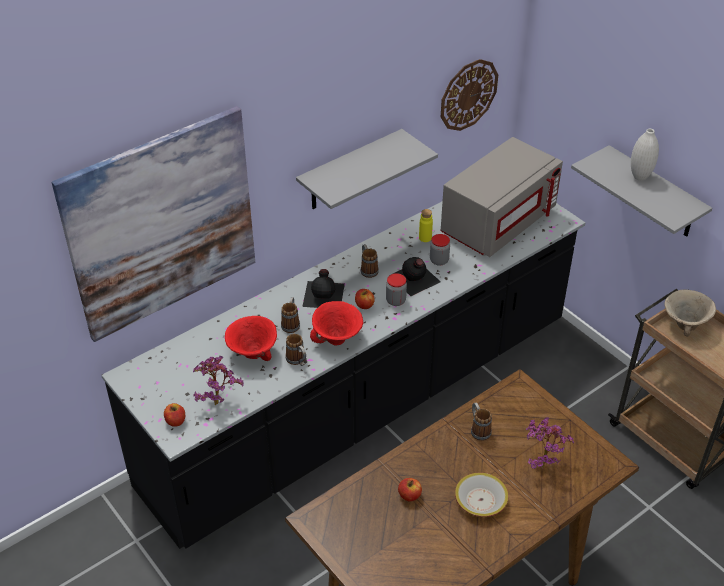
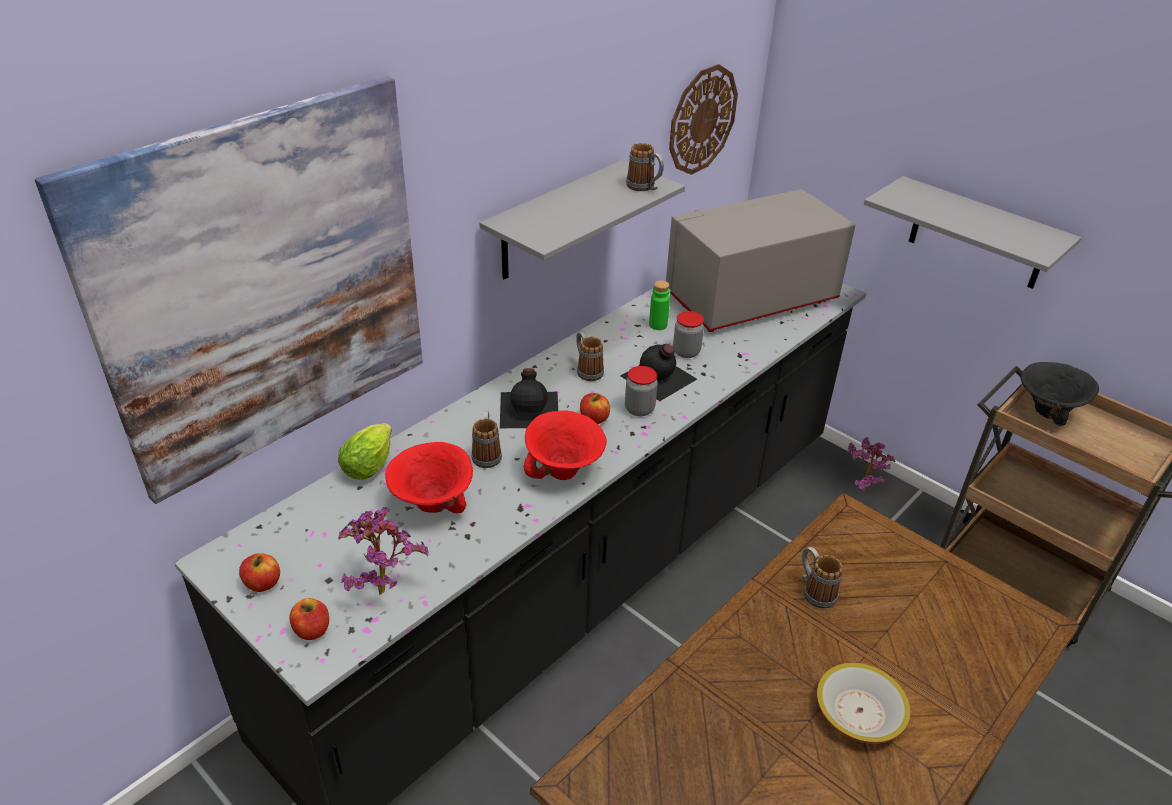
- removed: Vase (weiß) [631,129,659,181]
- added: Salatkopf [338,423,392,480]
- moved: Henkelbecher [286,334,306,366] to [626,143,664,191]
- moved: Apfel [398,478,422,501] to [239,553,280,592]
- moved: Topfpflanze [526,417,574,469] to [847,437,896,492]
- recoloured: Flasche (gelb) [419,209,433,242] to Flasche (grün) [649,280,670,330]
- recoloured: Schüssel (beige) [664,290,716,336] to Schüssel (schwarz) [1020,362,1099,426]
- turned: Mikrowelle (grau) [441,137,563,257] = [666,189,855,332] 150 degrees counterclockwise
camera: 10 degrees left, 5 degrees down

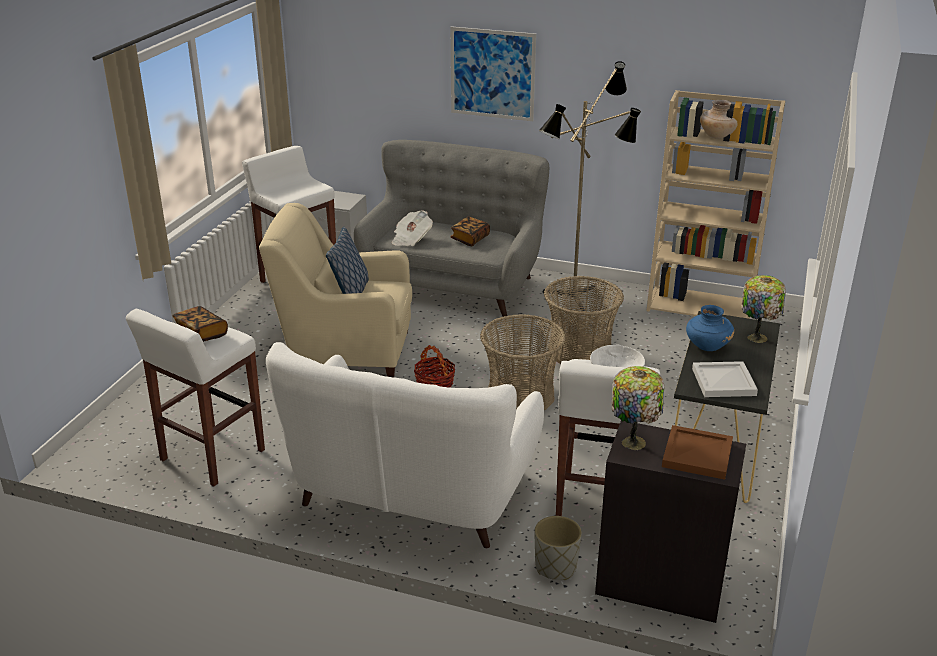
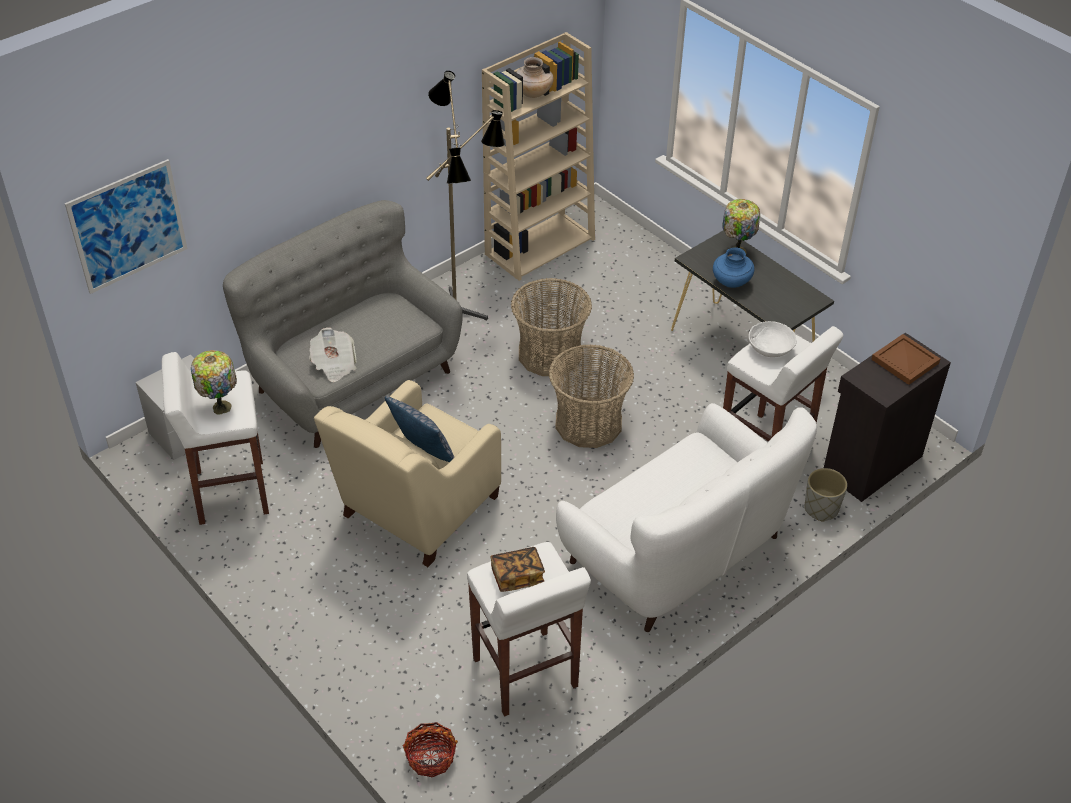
- removed: Buch [450,217,490,246]
- removed: Tablett (weiß) [692,361,758,397]
- moved: Korb [414,345,455,388] to [403,722,458,777]
- moved: Bild [451,26,536,121] to [65,159,187,294]
- moved: Tischlampe [612,366,664,450] to [191,350,237,414]
camera: 60 degrees left, 15 degrees up

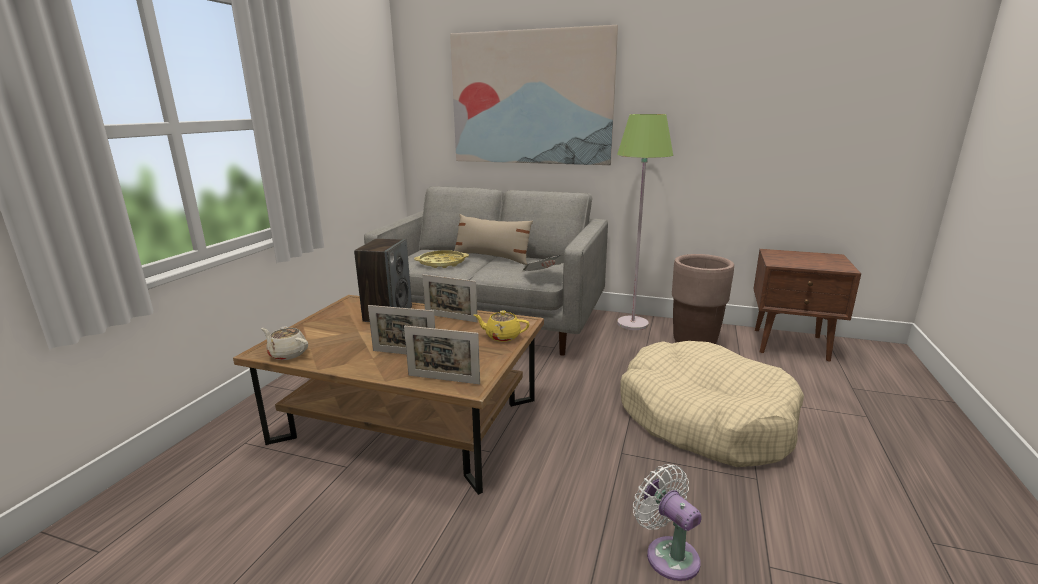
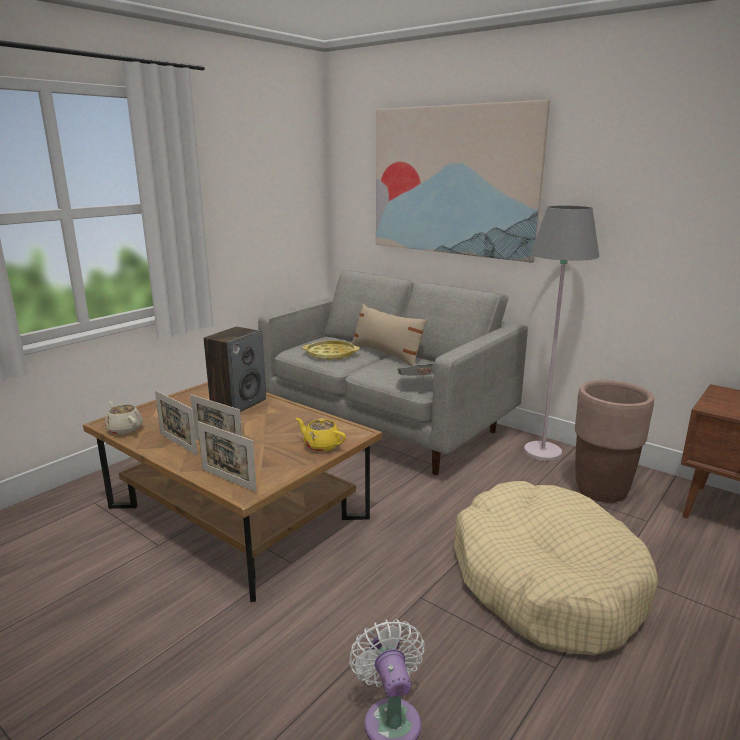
- moved: Bilderrahmen [422,274,478,322] to [155,390,198,455]
- recoloured: Stehlampe (grün) [617,114,673,330] to Stehlampe (grau) [524,206,599,461]
camera: 20 degrees right, 0 degrees up

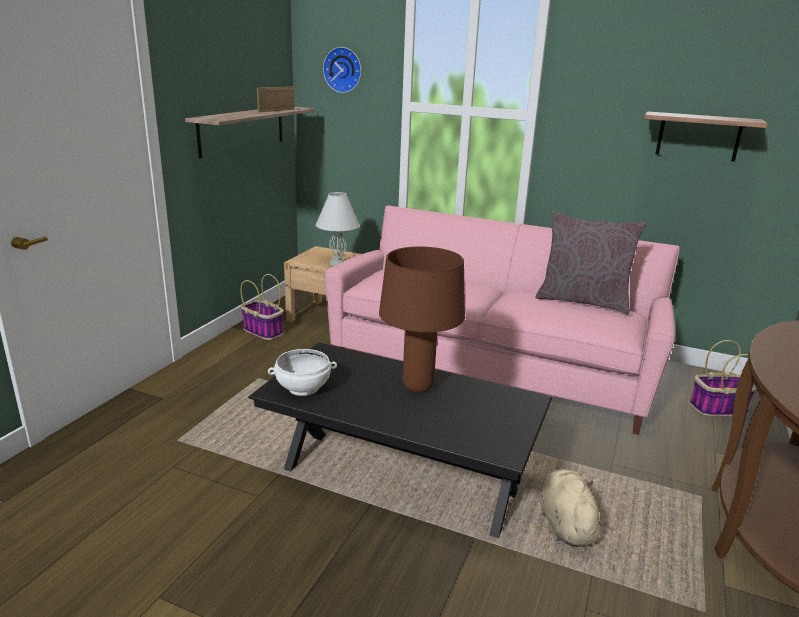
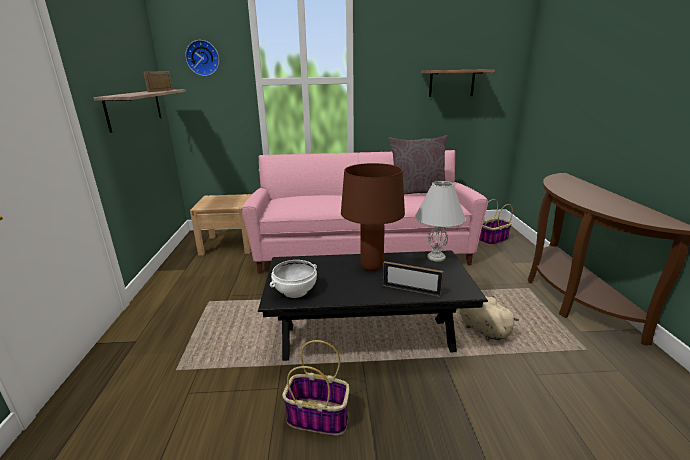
- added: Bilderrahmen [383,261,444,297]
- moved: Korb [241,274,284,340] to [282,340,349,435]
- moved: Tischlampe (weiß) [315,192,360,266] to [415,181,466,262]
camera: 25 degrees left, 0 degrees up

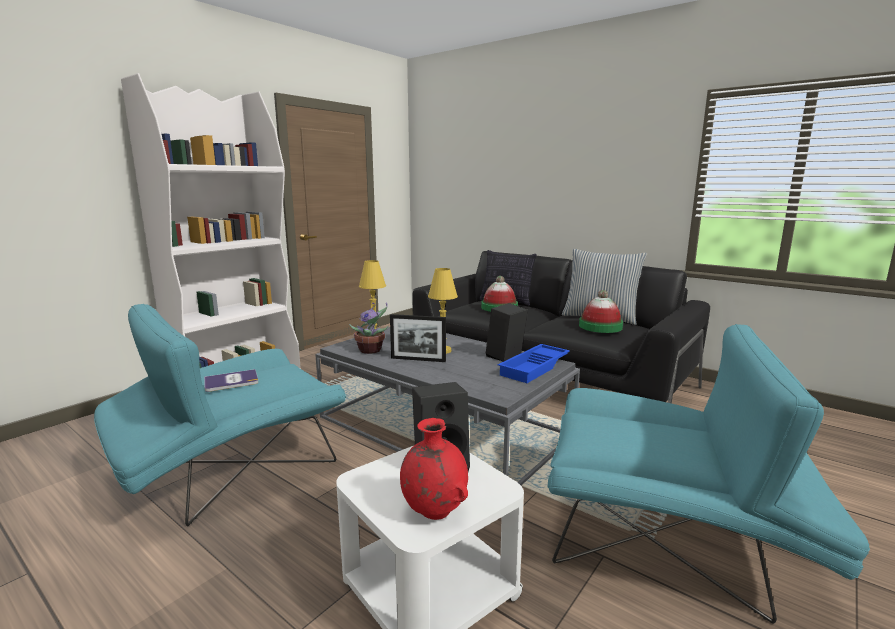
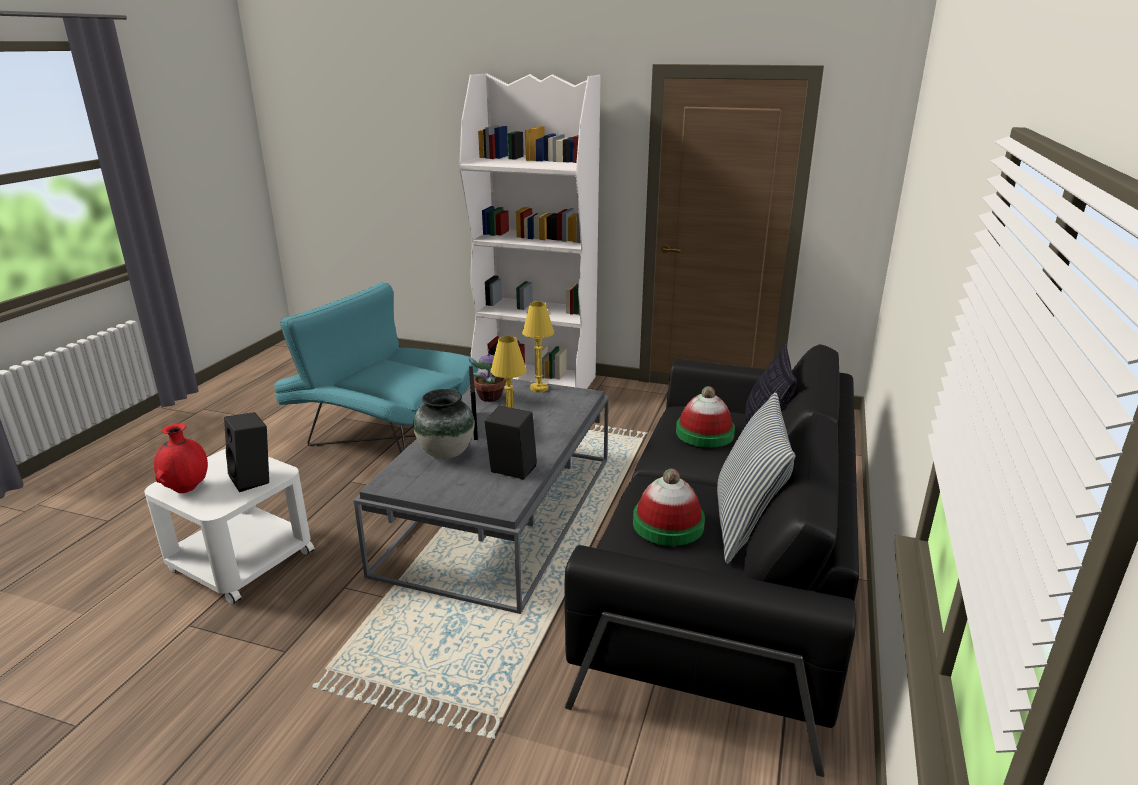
- removed: Buch [204,369,258,392]
- removed: Tablett (blau) [497,344,570,383]
- removed: Sessel (türkis) [547,324,870,624]
- added: Vase [413,389,475,459]
camera: 70 degrees right, 10 degrees up

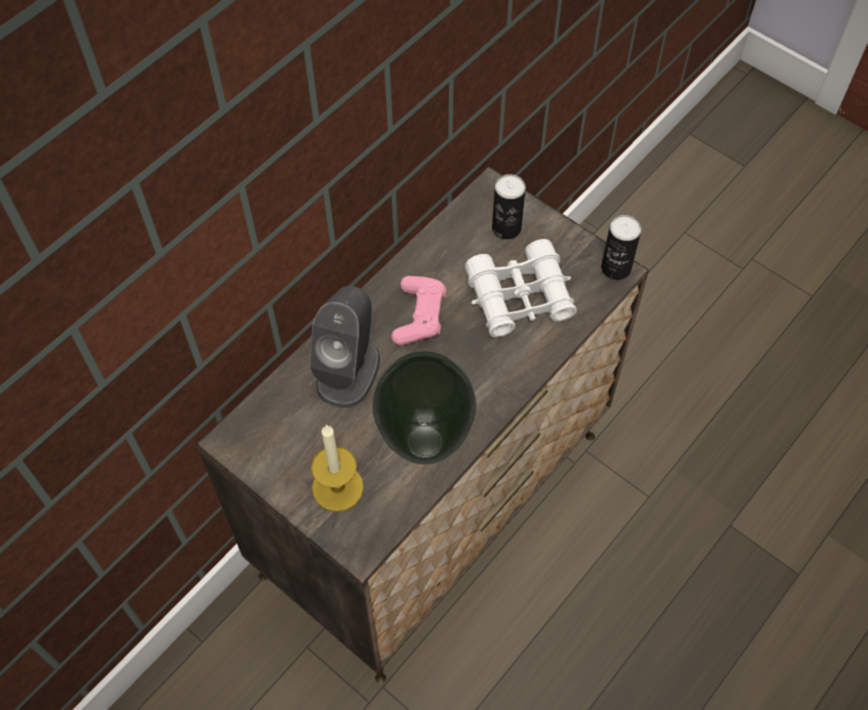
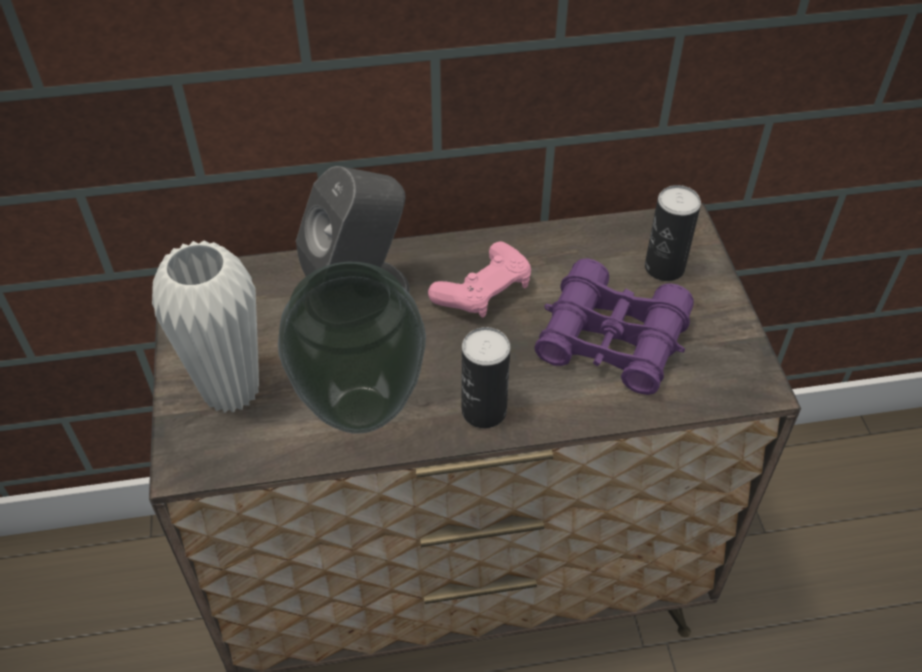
- moved: Dose [601,215,641,280] to [462,327,511,428]
- replaced: Kerze [311,424,364,512] to Vase (weiß) [152,240,259,413]
- recoloured: Fernglas (weiß) [465,239,577,337] to Fernglas (lila) [534,258,694,395]
camera: 40 degrees right, 10 degrees down

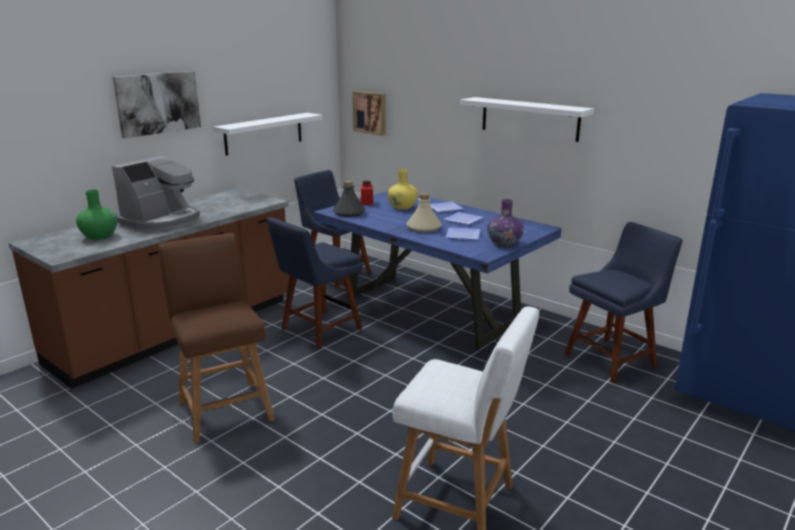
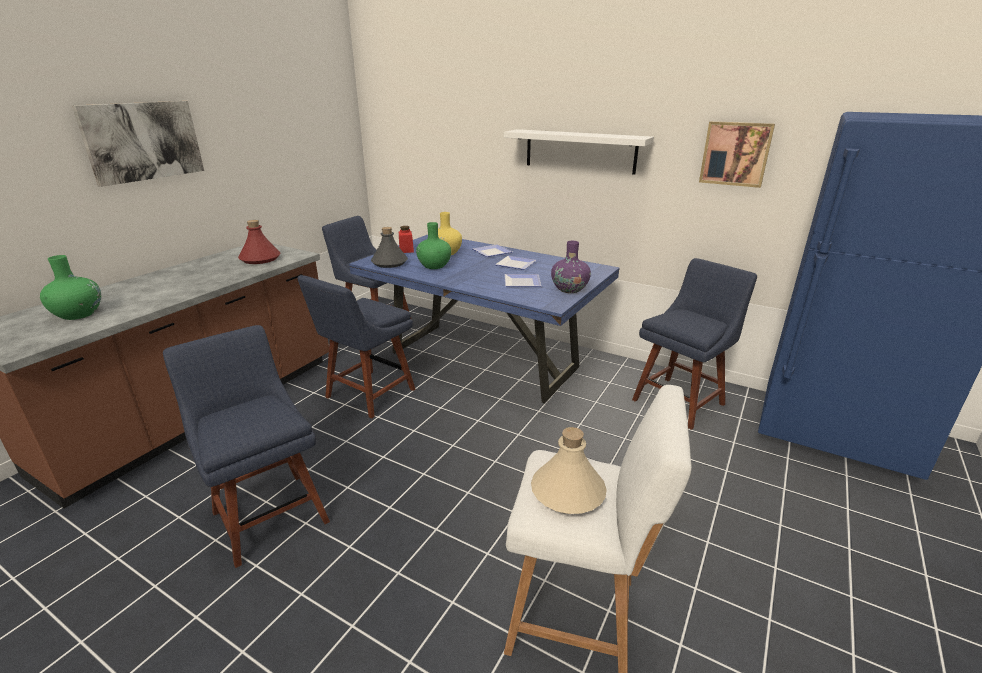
- removed: Kaffeemaschine [112,156,200,231]
- removed: Wandregal (weiß) [213,113,323,156]
- added: Flasche (rot) [238,220,280,264]
- added: Vase (grün) [416,222,451,269]
- moved: Bild [352,91,385,136] to [699,121,775,188]
- moved: Flasche (beige) [406,193,442,232] to [531,427,607,514]
- replaced: Hocker (braun) [158,233,275,443] to Stuhl (blau) [163,325,330,568]
camera: 10 degrees left, 5 degrees up

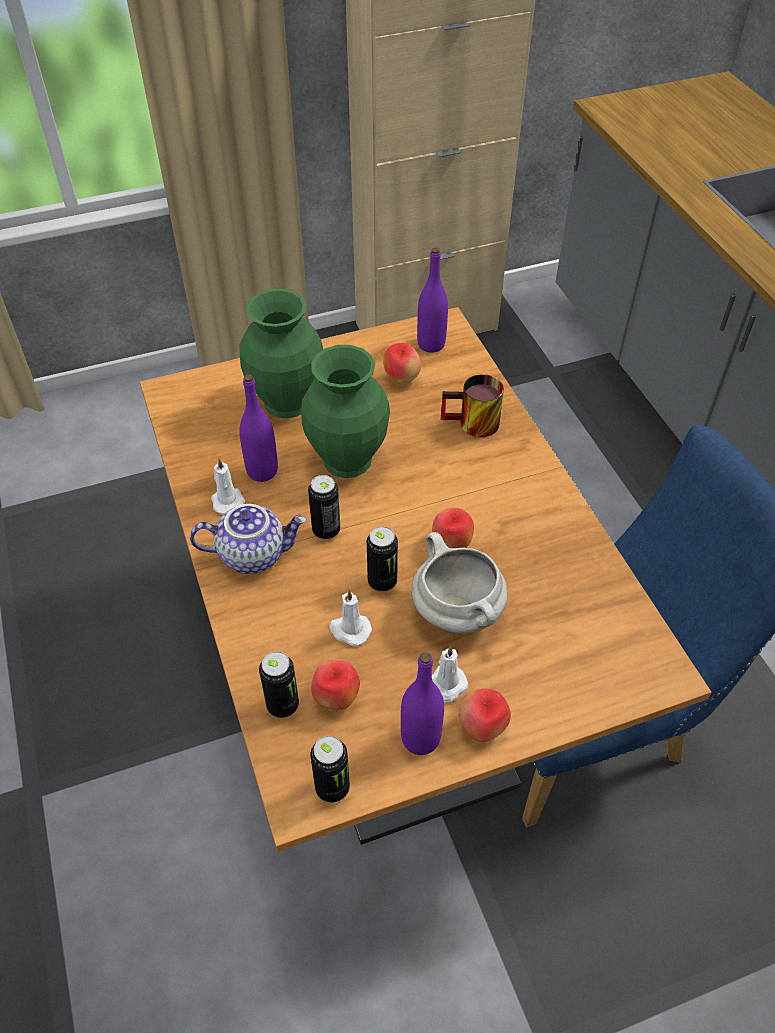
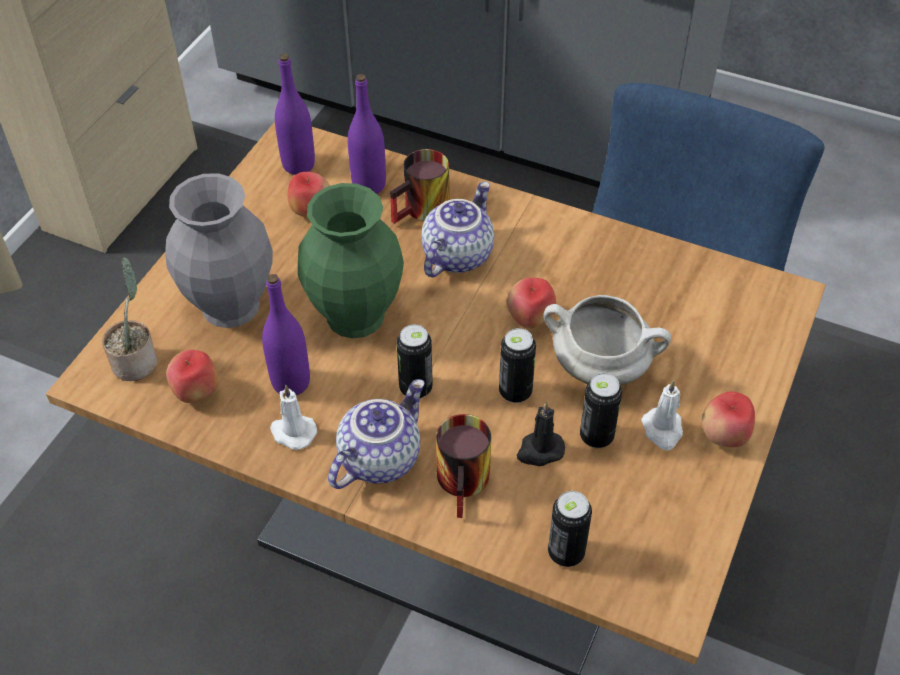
- added: Topfpflanze [102,257,157,381]
- added: Teekanne [421,182,494,278]
- added: Henkelbecher [436,414,491,518]
- moved: Dose [310,736,350,802] to [580,373,622,448]
- moved: Apfel [311,659,360,710] to [166,350,217,403]
- moved: Flasche (lila) [401,652,444,755] to [348,74,386,194]
- recoloured: Vase (grün) [240,289,323,419] to Vase (grau) [165,174,273,328]
- recoloured: Kerze (weiß) [329,589,372,646] to Kerze (schwarz) [517,402,565,466]
camera: 45 degrees left, 0 degrees up

